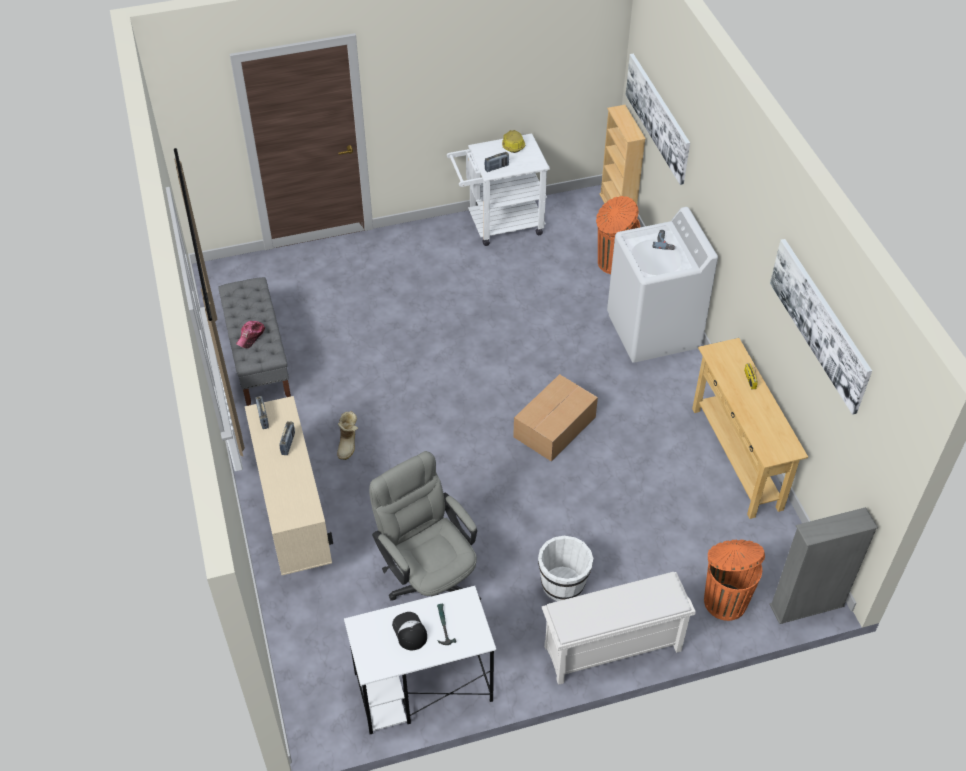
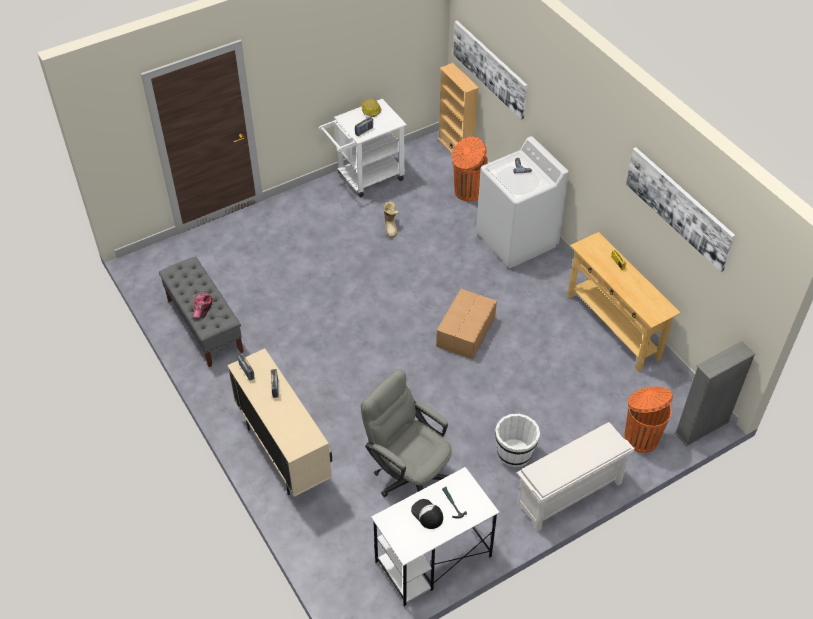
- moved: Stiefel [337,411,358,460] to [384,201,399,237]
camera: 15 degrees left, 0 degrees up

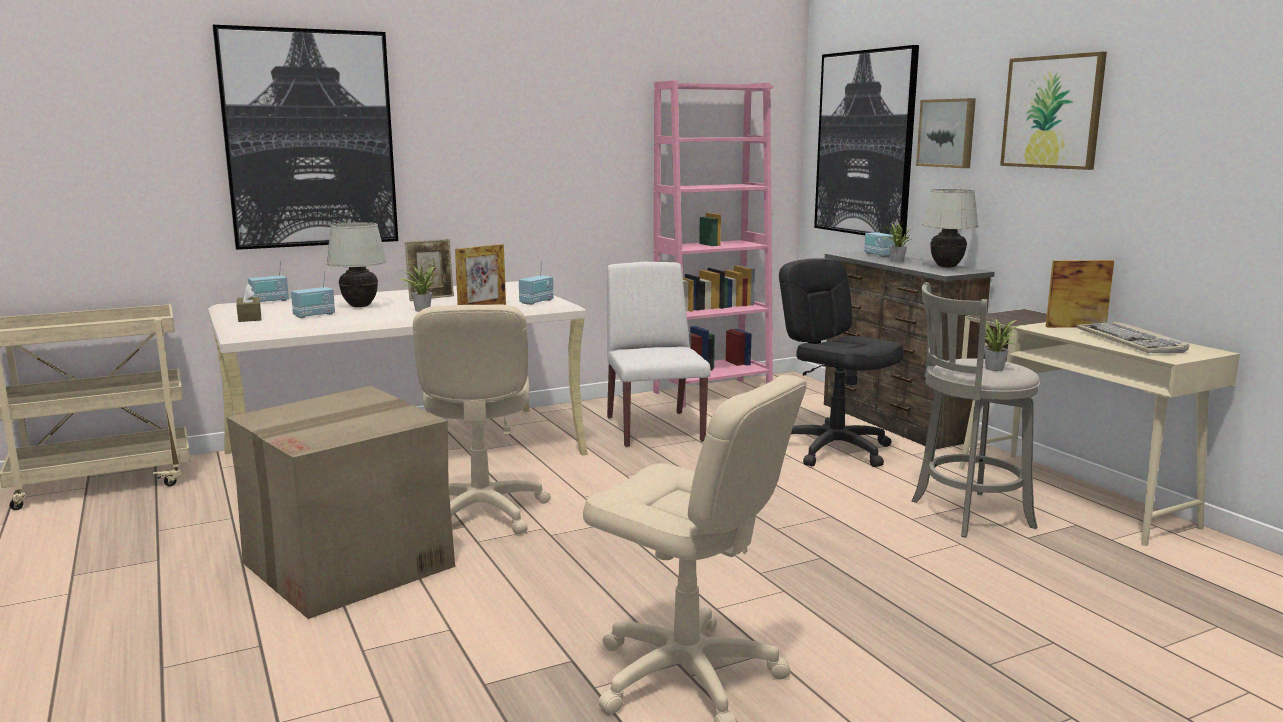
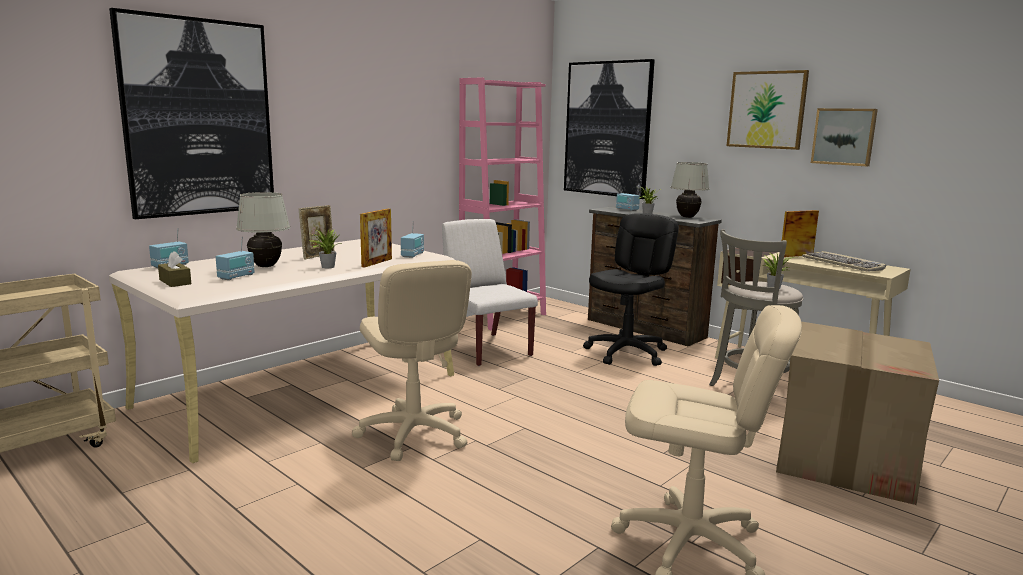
- moved: Karton [227,386,455,619] to [776,322,939,505]
- moved: Bild [916,98,976,168] to [811,108,878,166]
- turned: Bürostuhl (schwarz) [779,258,904,467] = [583,213,679,366] 90 degrees clockwise
camera: 20 degrees left, 0 degrees up

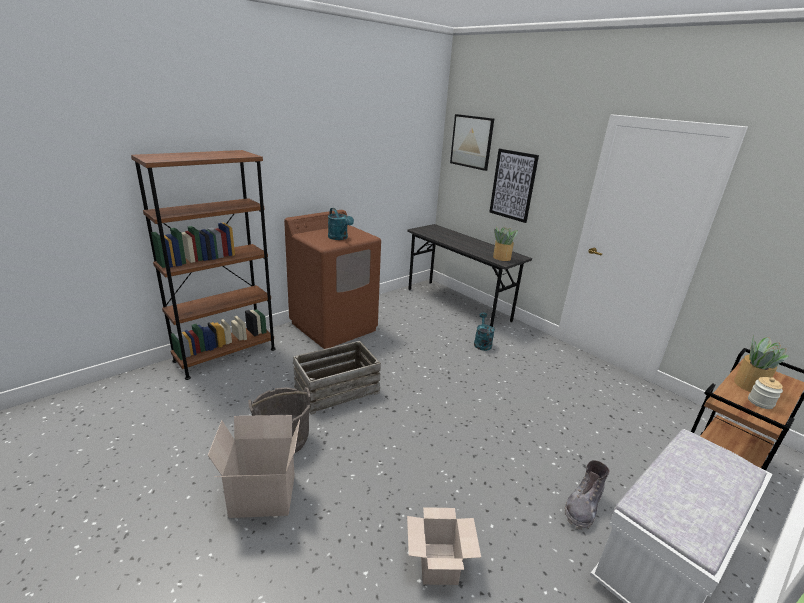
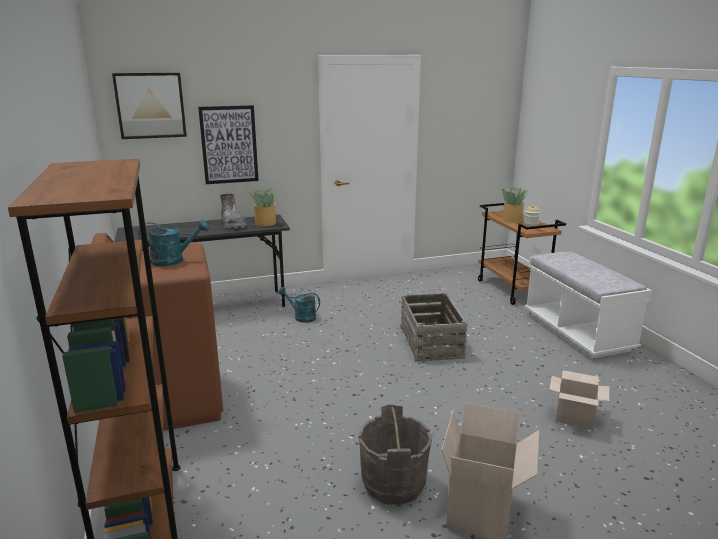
- moved: Kiste [293,341,381,415] to [400,293,468,362]
- moved: Stiefel (grau) [565,460,610,530] to [220,194,246,229]
camera: 65 degrees left, 5 degrees down

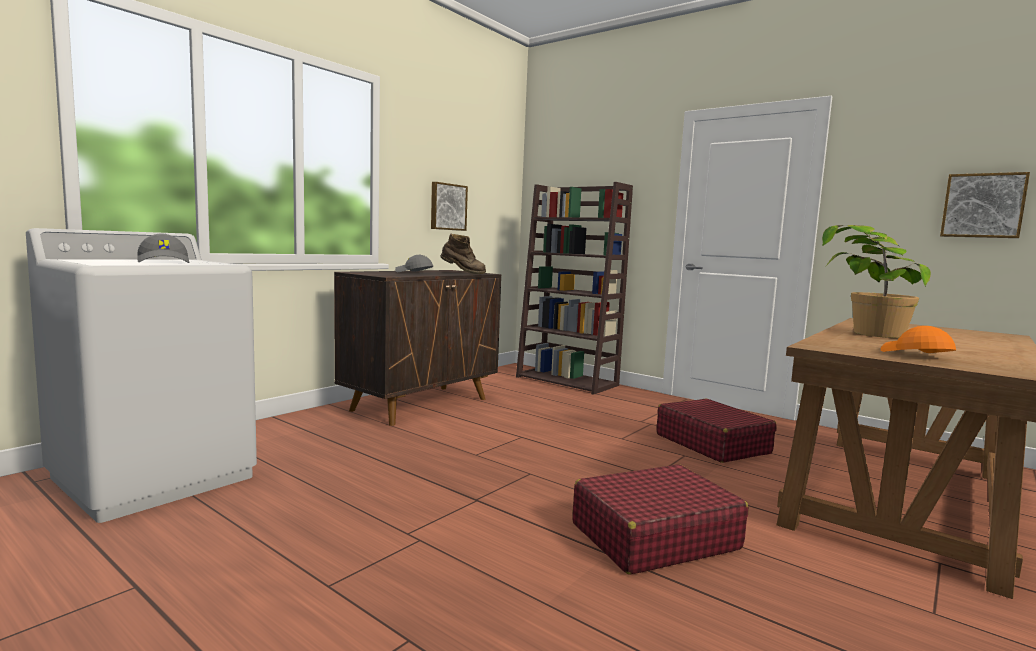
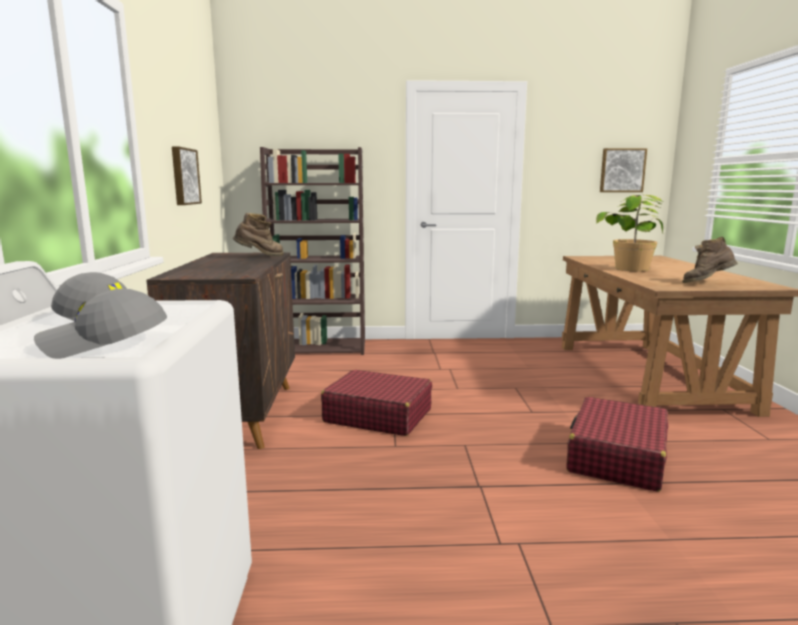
- moved: Kappe (grau) [395,255,433,272] to [34,289,167,359]
- moved: Koffer (rot) [656,399,777,463] to [321,370,432,436]
- replaced: Kappe (orange) [881,326,956,353] to Stiefel (braun) [682,237,738,283]
camera: 40 degrees left, 5 degrees up

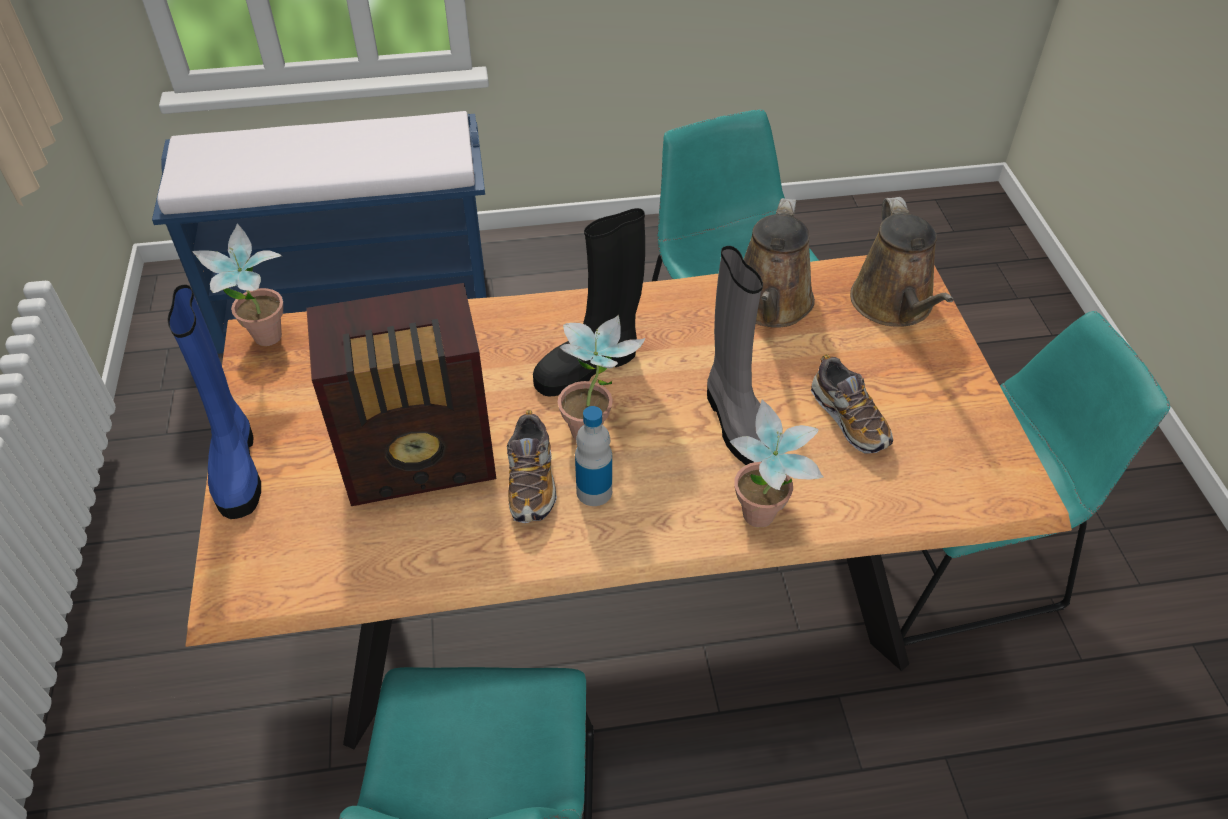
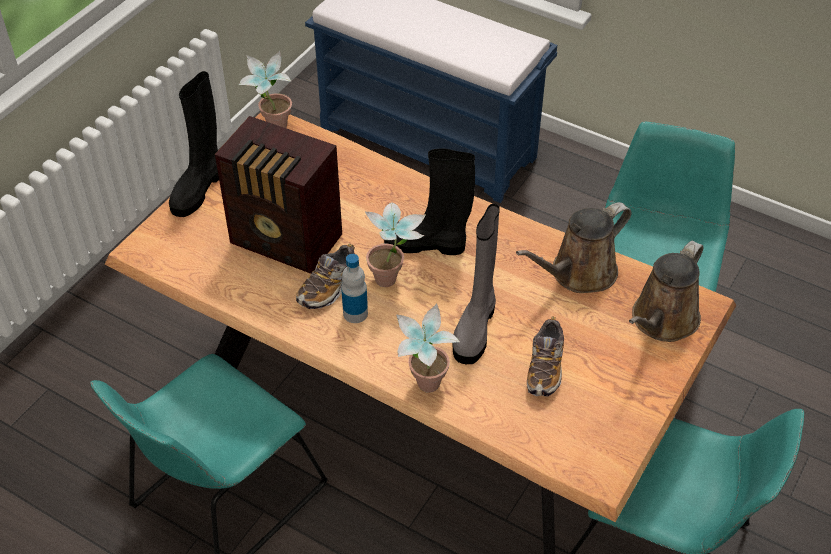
- recoloured: Stiefel (blau) [167,285,261,519] to Stiefel (schwarz) [169,71,219,217]
camera: 40 degrees right, 0 degrees up

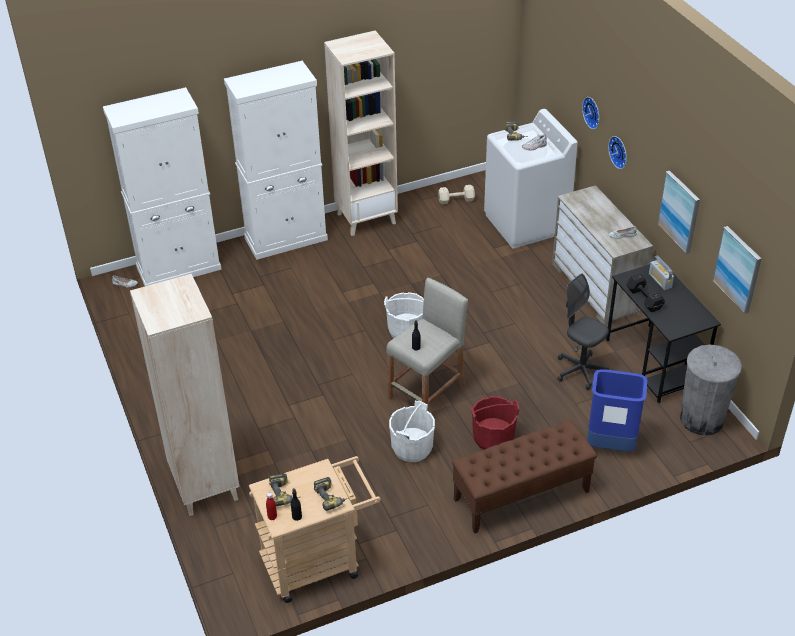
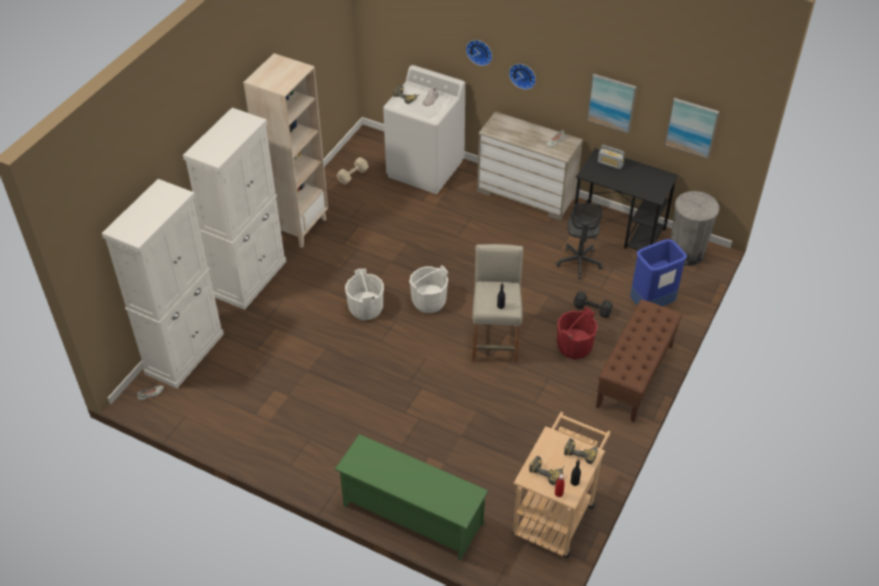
- moved: Eimer (weiß) [389,401,435,462] to [345,269,384,320]
- moved: Hantel (schwarz) [626,274,665,312] to [574,291,613,318]
- replaced: Bücherregal (beige) [130,274,240,516] to Schuhregal (grün) [334,434,488,561]
- turned: Bürostuhl (grau) [557,273,609,390] = [556,203,603,279] 90 degrees counterclockwise
camera: 40 degrees left, 5 degrees up

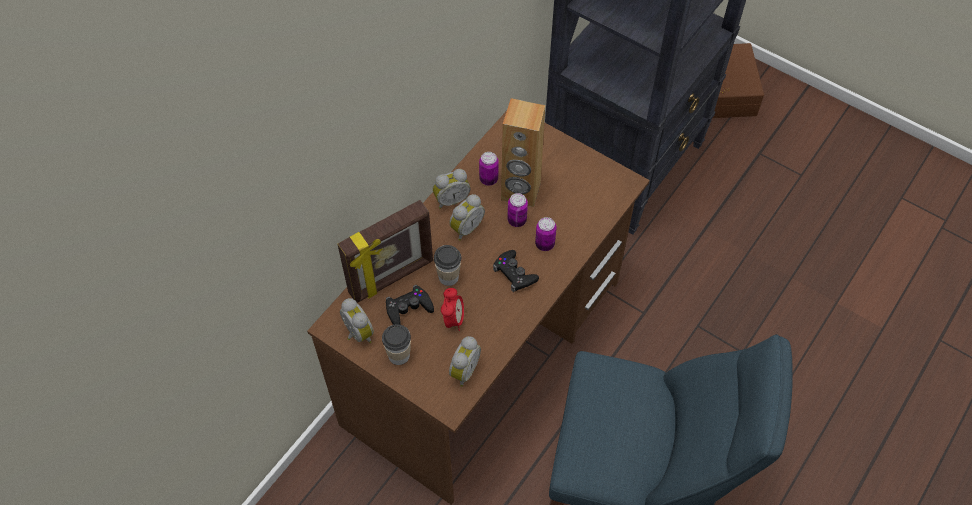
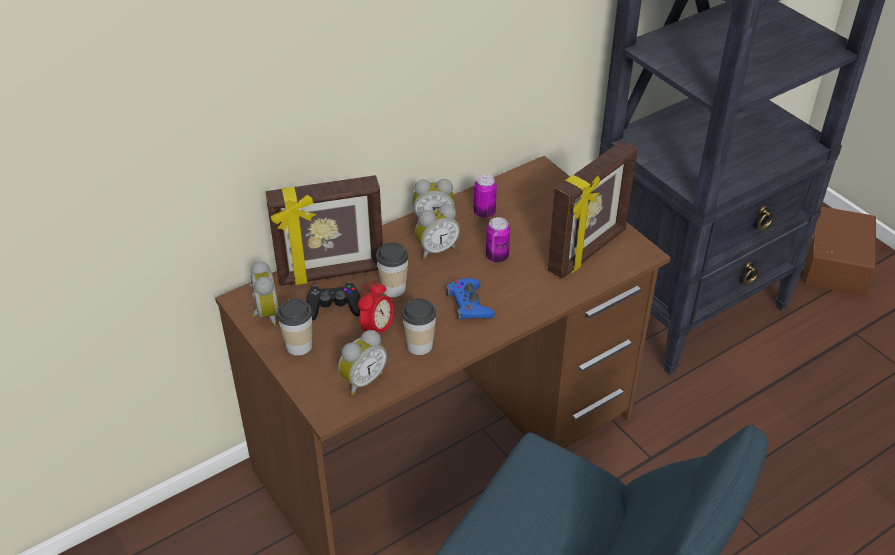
- removed: Lautsprecher (braun) [501,98,545,207]
- removed: Dose [535,217,557,251]
- added: Tasse [402,298,436,355]
- added: Bilderrahmen [548,140,638,279]
- recoloured: Gamepad (schwarz) [493,250,539,292] to Gamepad (blau) [446,278,495,320]
camera: 20 degrees right, 15 degrees down

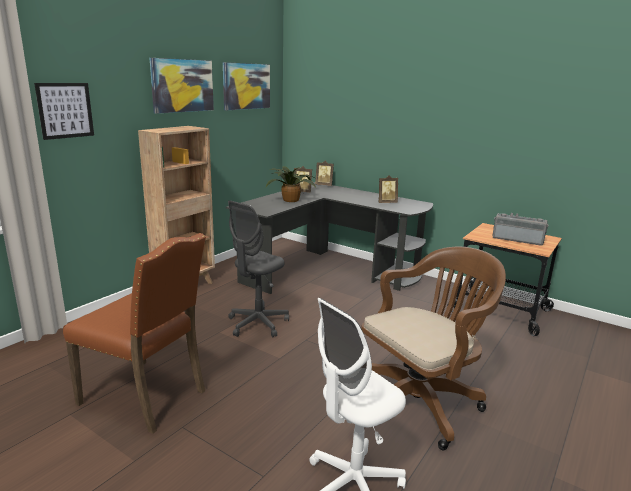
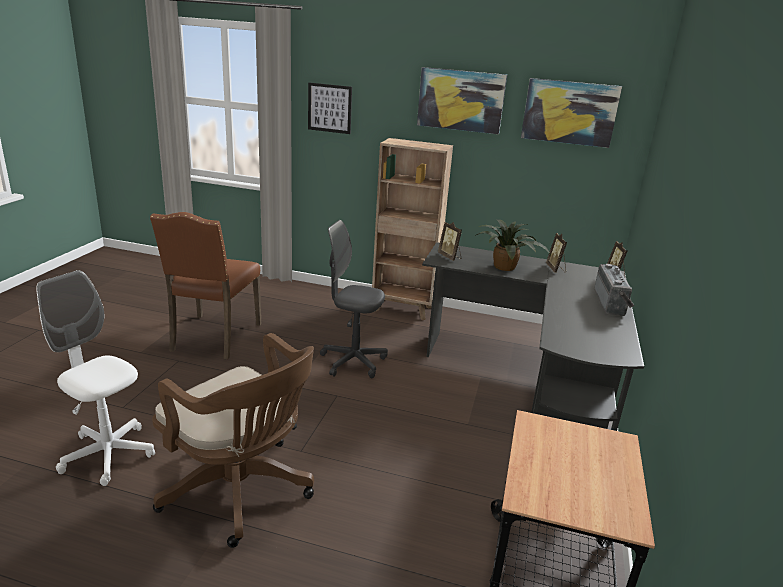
- moved: Bilderrahmen [378,175,398,203] to [438,222,462,261]
- moved: Radio [492,213,548,246] to [594,264,634,316]
camera: 70 degrees right, 5 degrees up

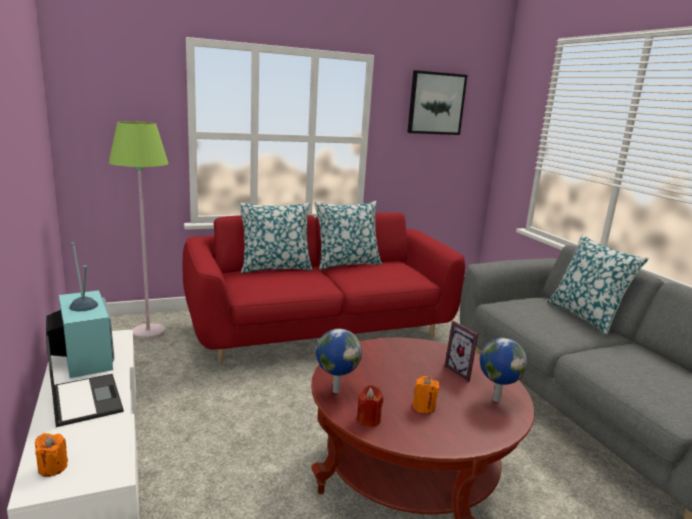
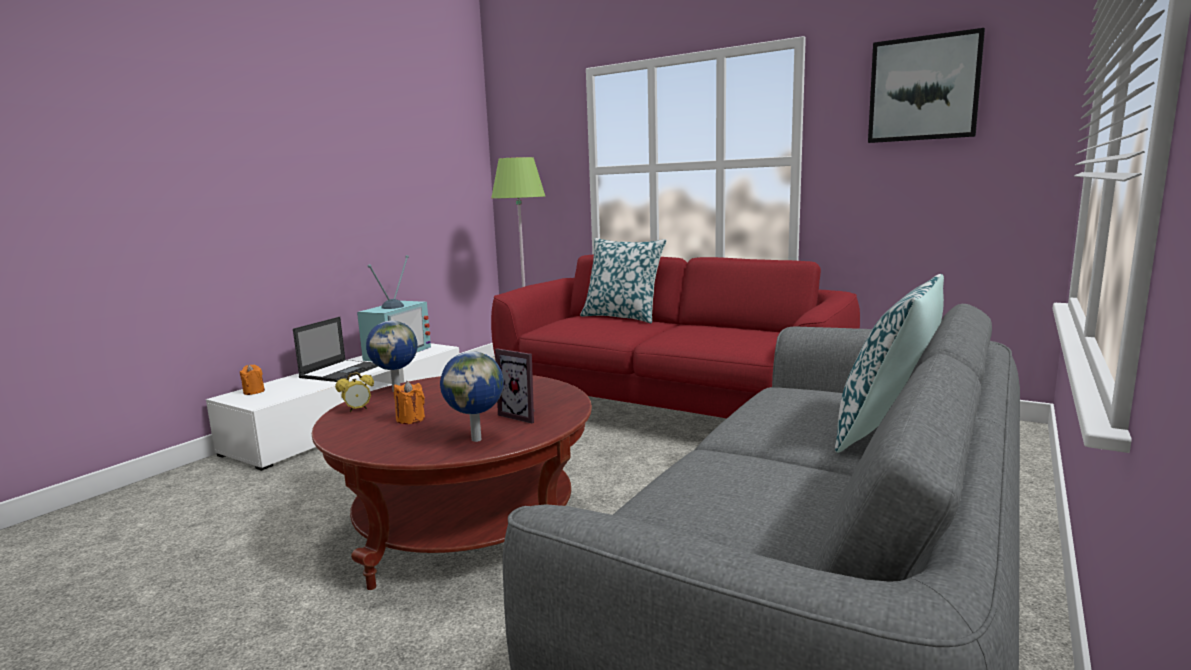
- removed: Kissen [314,201,382,270]
- replaced: Kerze (rot) [357,385,383,427] to Wecker [335,372,374,412]
- turned: Bilderrahmen [445,321,478,382] = [495,349,534,423] 75 degrees counterclockwise
camera: 55 degrees right, 5 degrees down

